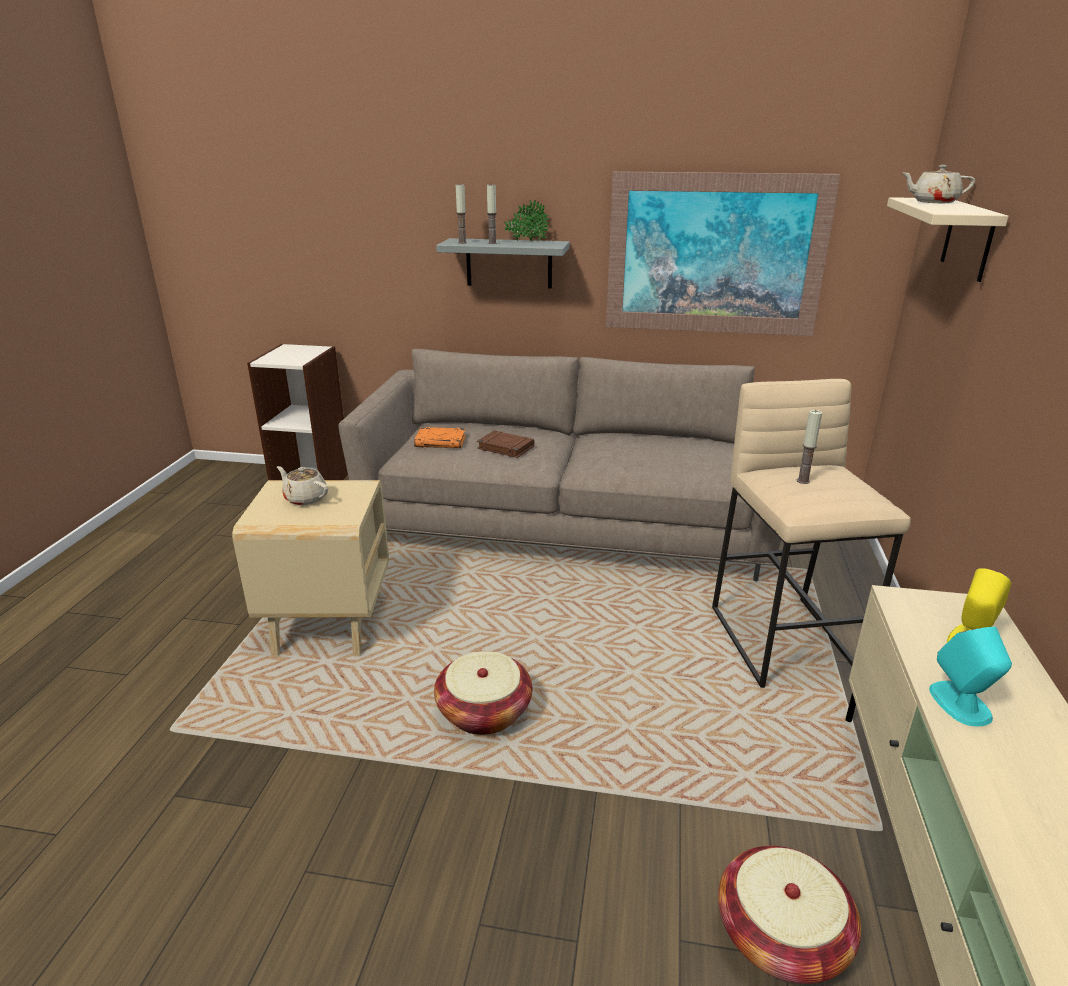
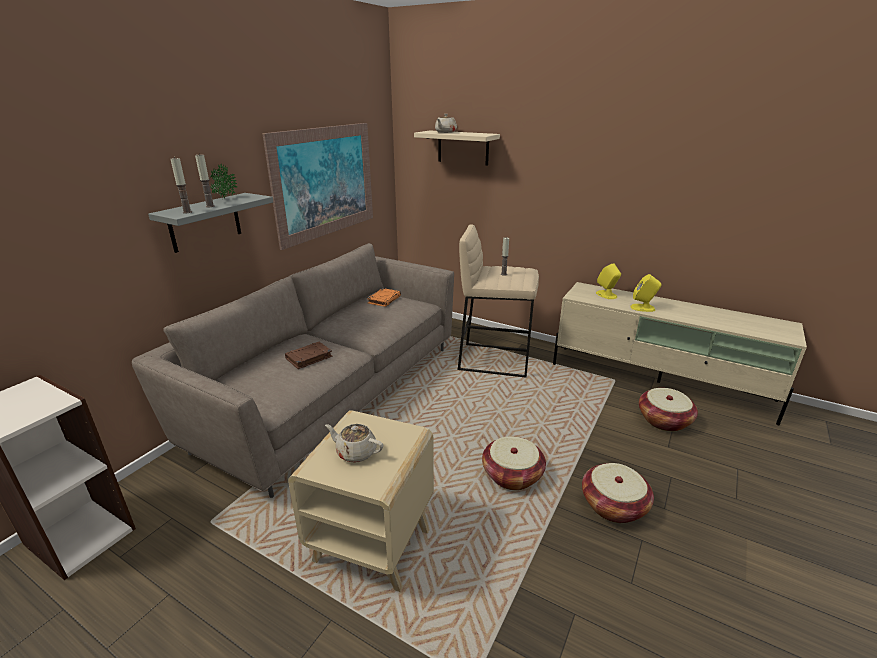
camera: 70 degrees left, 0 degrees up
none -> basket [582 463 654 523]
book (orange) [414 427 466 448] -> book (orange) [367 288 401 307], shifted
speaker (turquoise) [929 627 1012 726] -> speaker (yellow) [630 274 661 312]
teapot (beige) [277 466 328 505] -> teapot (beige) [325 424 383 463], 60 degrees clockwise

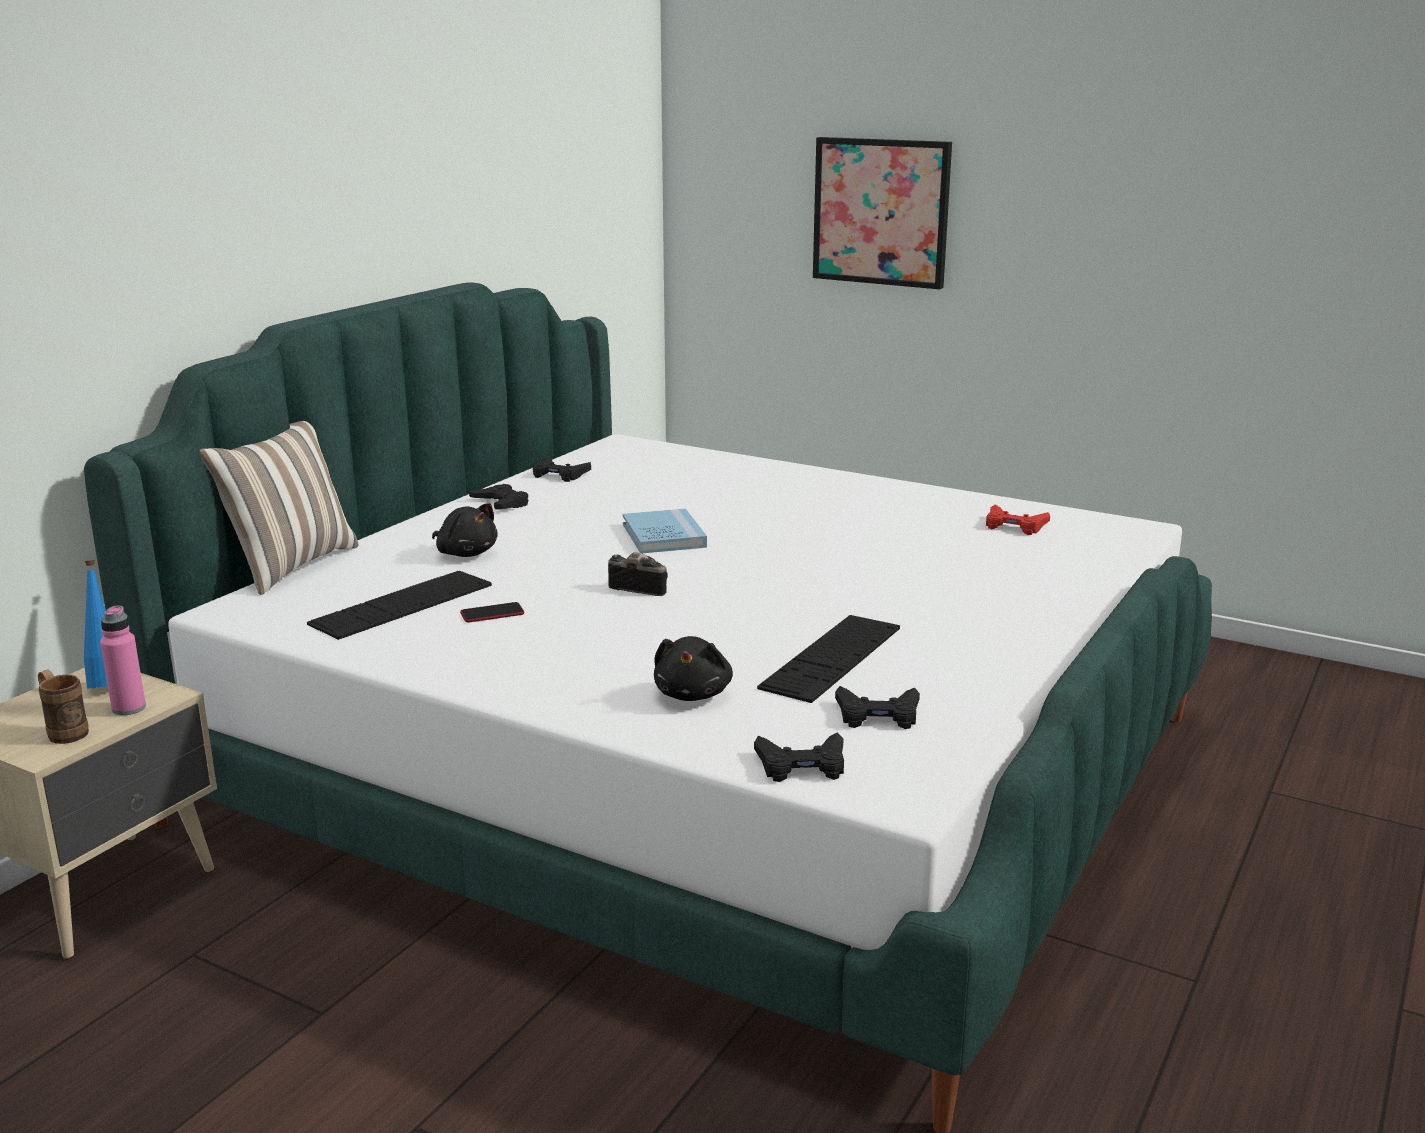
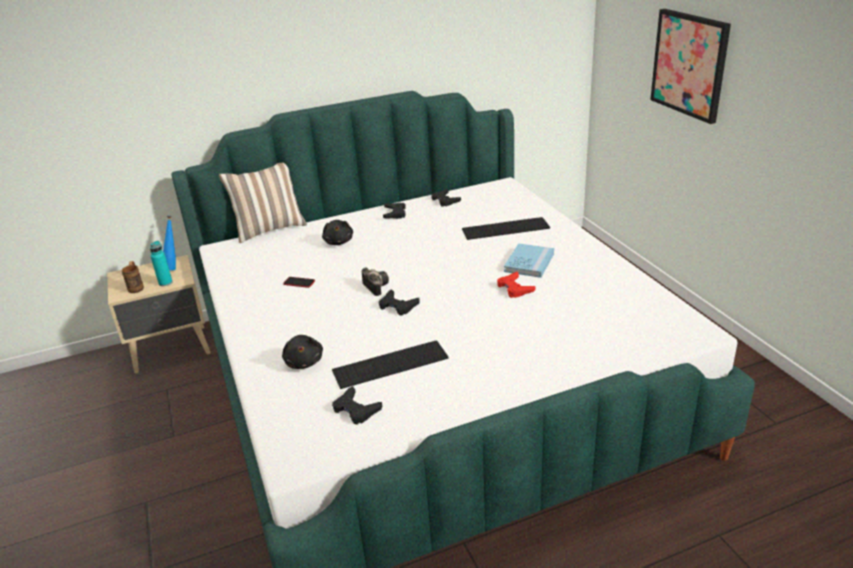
camera: 40 degrees right, 10 degrees up
keyboard [307 571 492 640] -> keyboard [462 217 550 240], shifted
book (blue) [623 508 707 553] -> book (blue) [504 243 554 278], shifted
game controller (black) [754 732 844 782] -> game controller (black) [379 289 420 315], shifted
game controller (red) [986 504 1050 535] -> game controller (red) [497 272 535 298], shifted
bottle (pink) [100 605 146 715] -> bottle (turquoise) [150 241 173 286]
plush toy (black) [654 636 733 701] -> plush toy (black) [282 335 323 369], 60 degrees counterclockwise

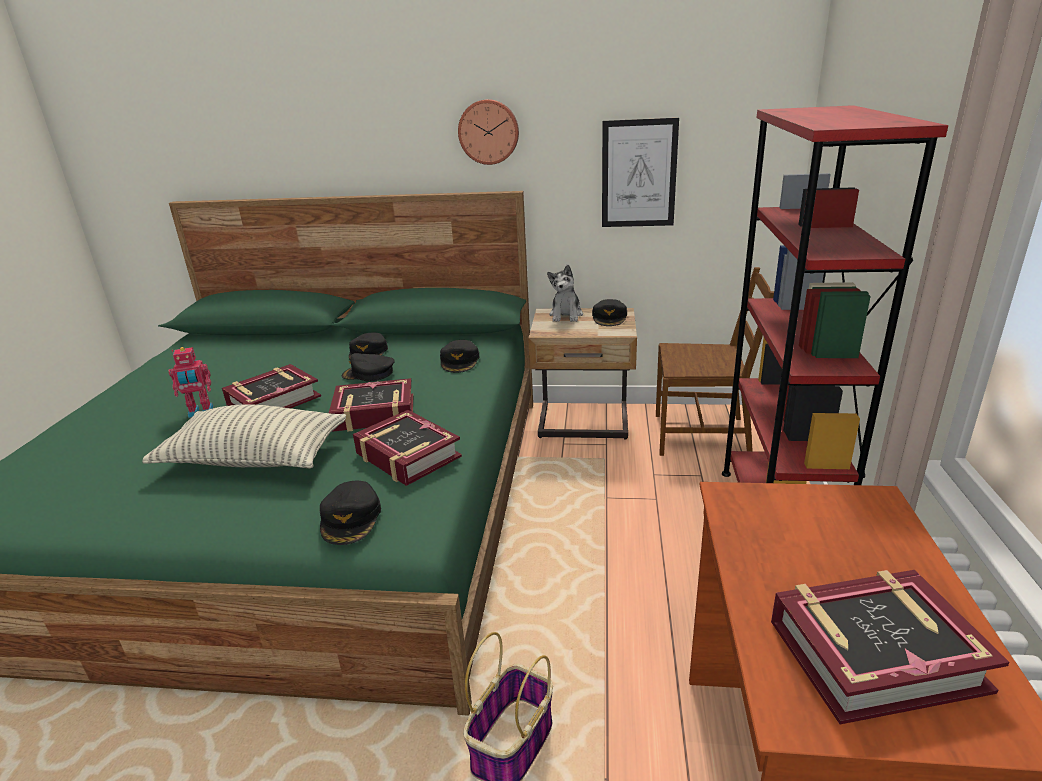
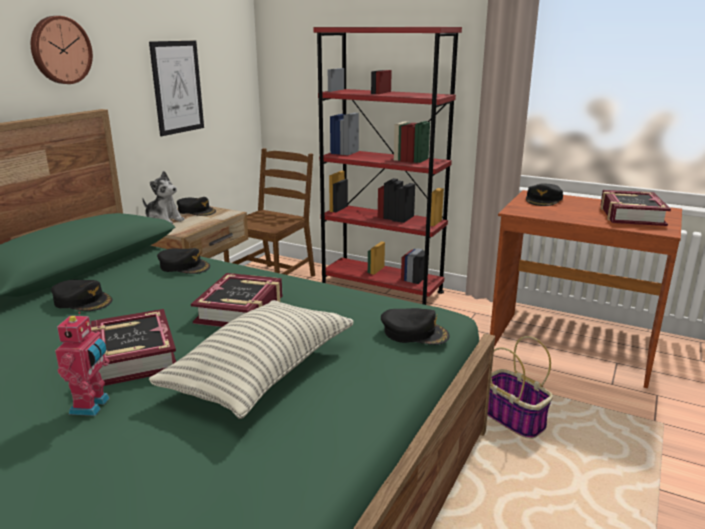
camera: 70 degrees left, 5 degrees down
book [353 410 462 486] -> none
cap (black) [342 353 395 382] -> cap (black) [526 184 563 206], shifted

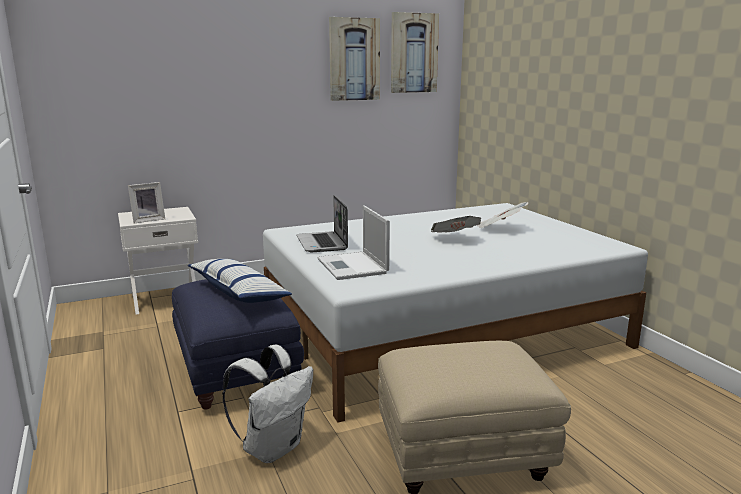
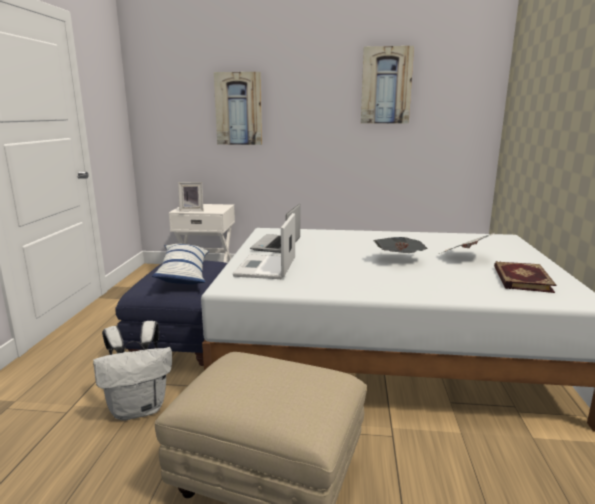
camera: 30 degrees right, 0 degrees up
none -> book [494 261 556 293]
picture [391 12 439 93] -> picture [214 72 262 145], shifted

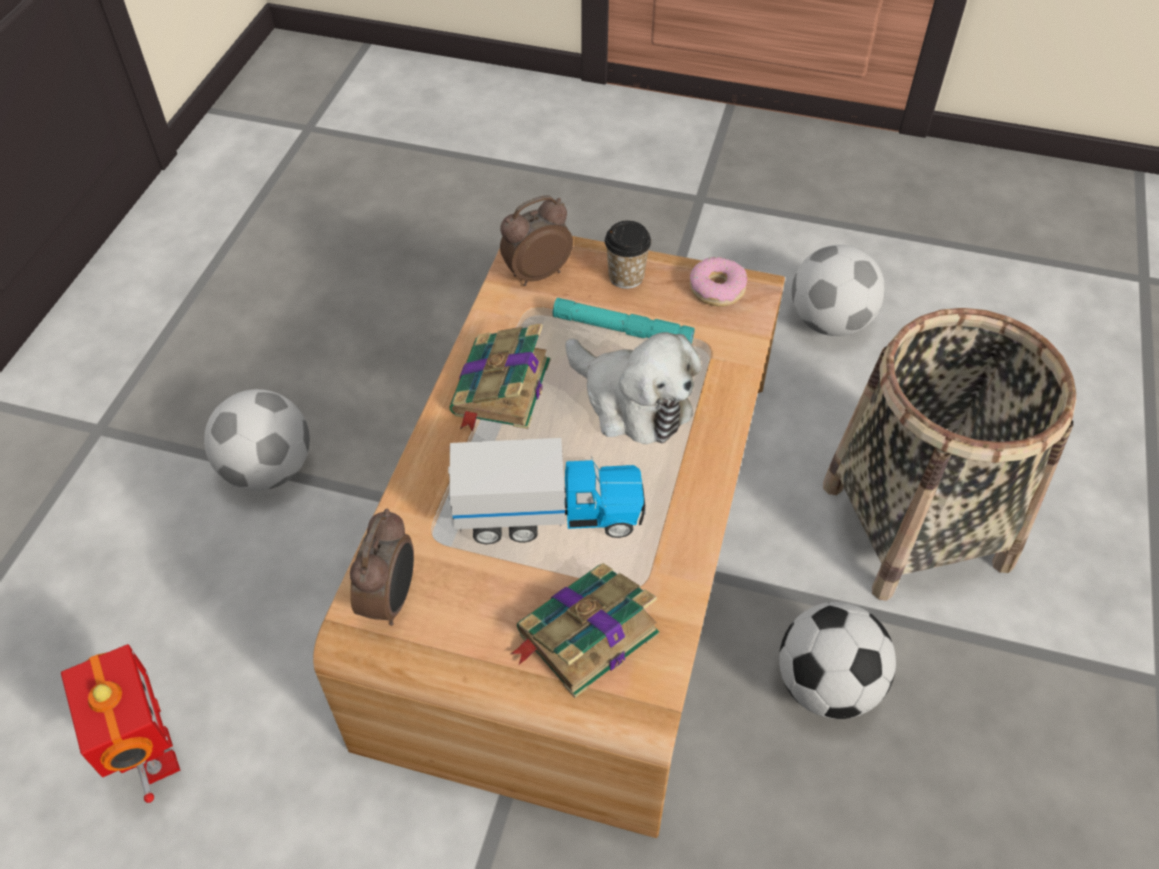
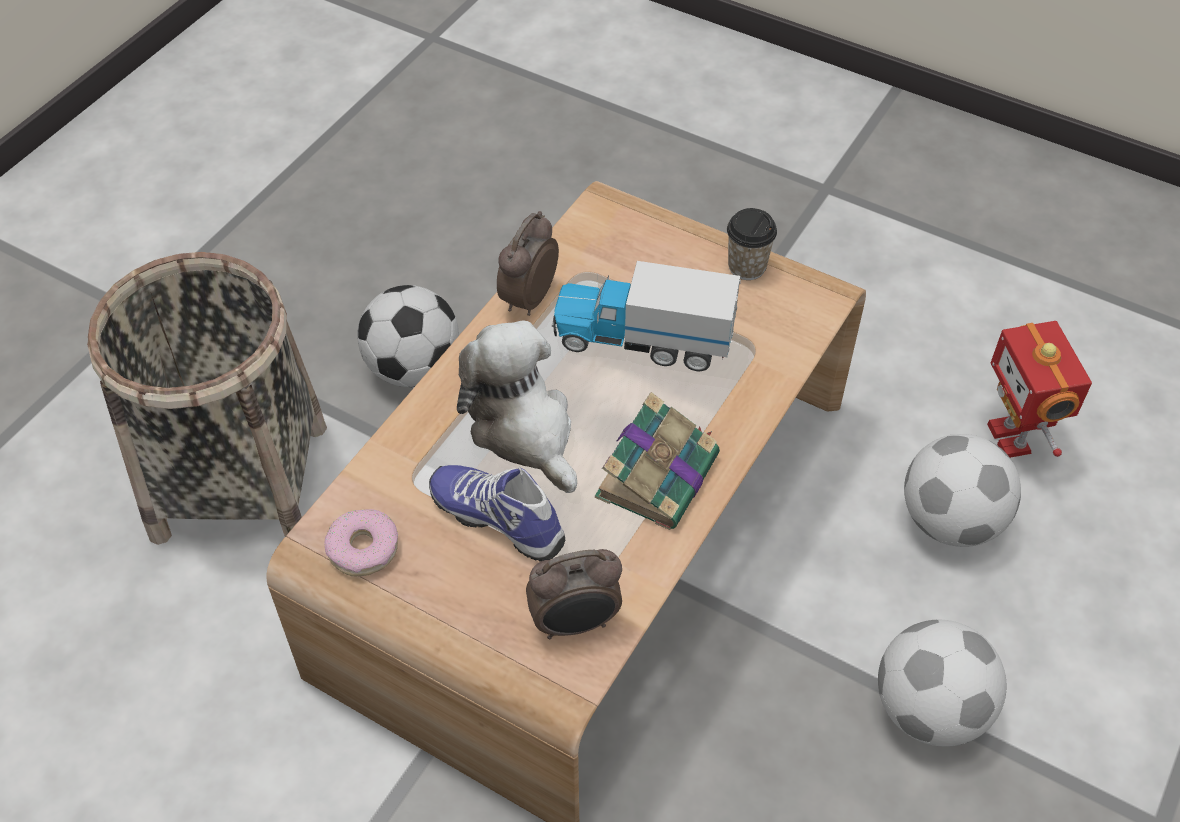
camera: 165 degrees left, 0 degrees up
book [510 563 659 698] -> none
alarm clock [350 509 414 626] -> alarm clock [497 211 559 316], shifted
cup [605 221 651 289] -> cup [727 208 777 280], shifted
football [792 245 885 336] -> football [904 434 1021 547], shifted
flashlight (turquoise) [553 298 695 344] -> shoe [429 465 565 562]

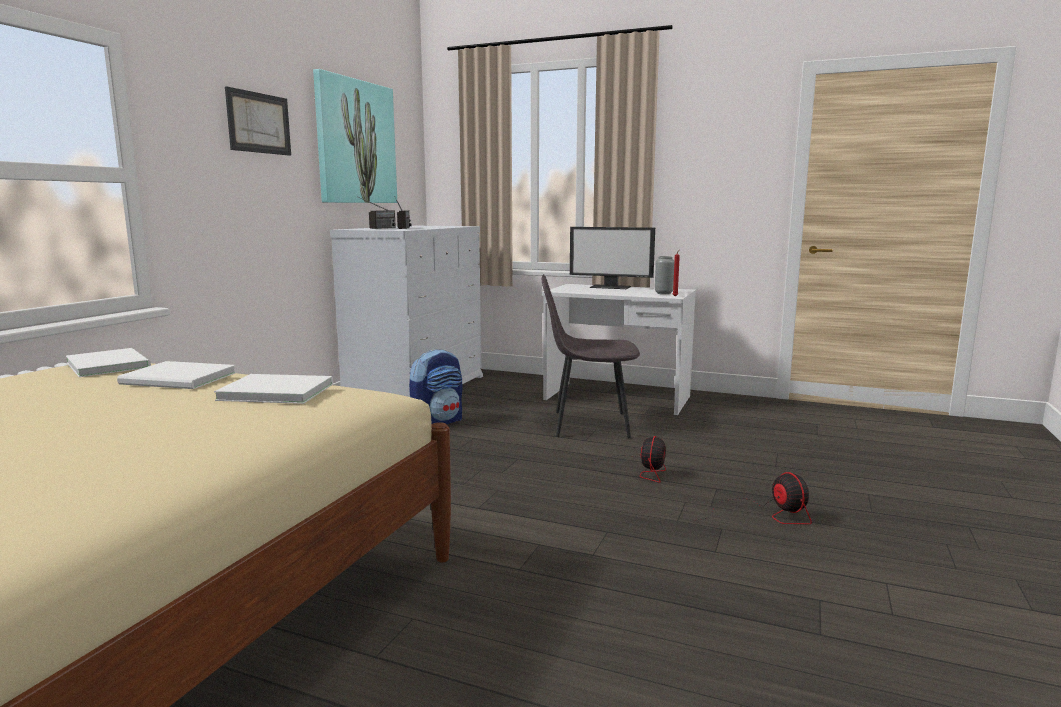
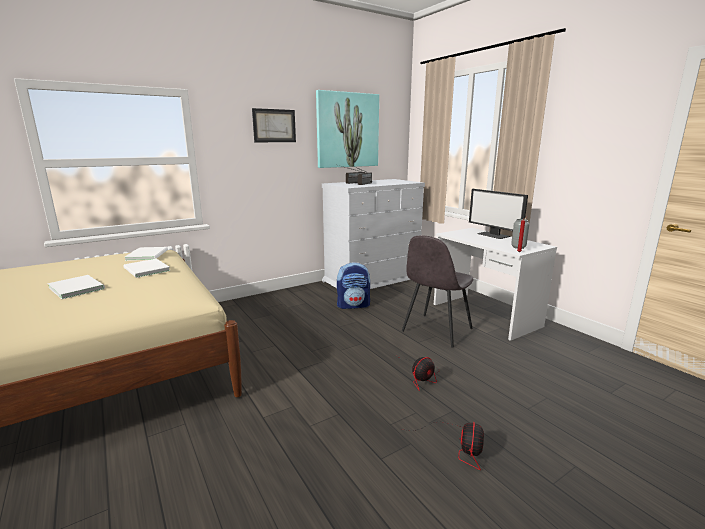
camera: 35 degrees right, 5 degrees up
book (white) [214 374 333 404] -> book (white) [48 275 105 299], shifted
chair (grey) [542 274 640 438] -> chair (grey) [402 235 474 347], 90 degrees counterclockwise

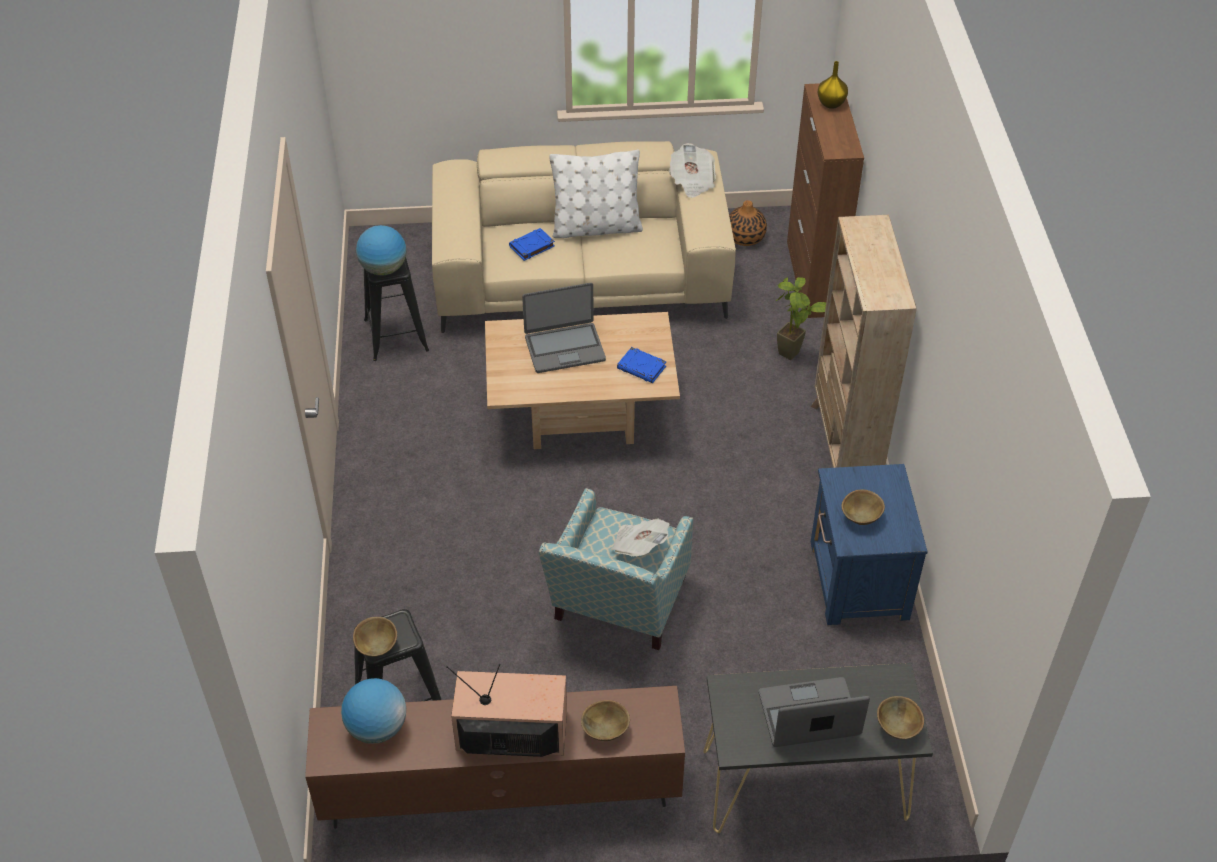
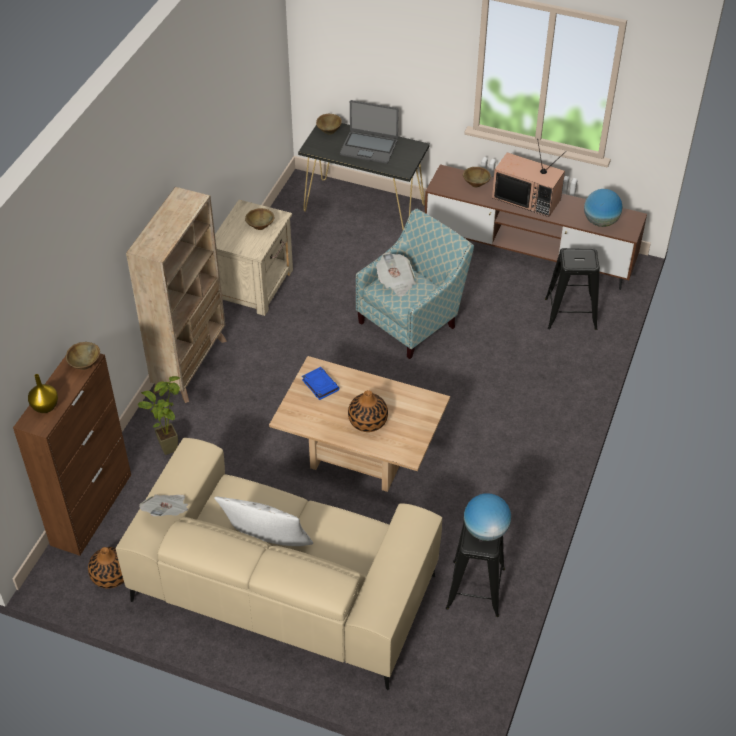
camera: 155 degrees left, 0 degrees up
book (blue) [509 228 555 261] -> none
bowl (brown) [353 617 397 657] -> bowl (brown) [66 342 100 370], shifted
laptop [522 283 606 373] -> vase [348 390 388 432]
nightstand (blue) [811 464 927 625] -> nightstand (beige) [215 200 293 316]

